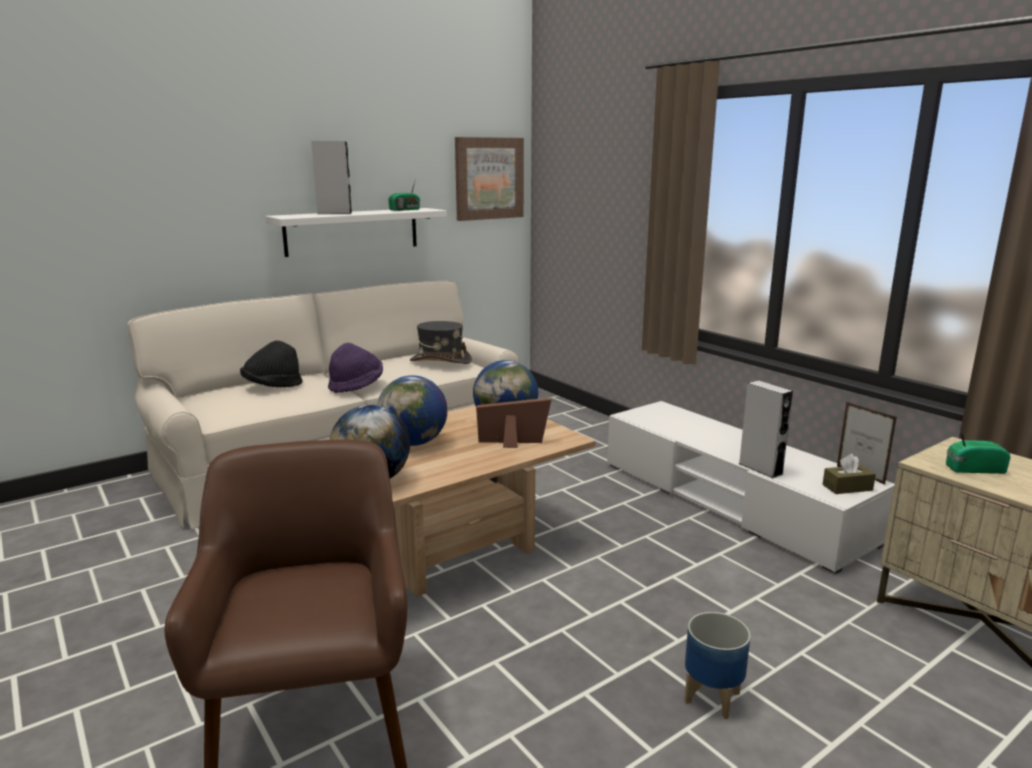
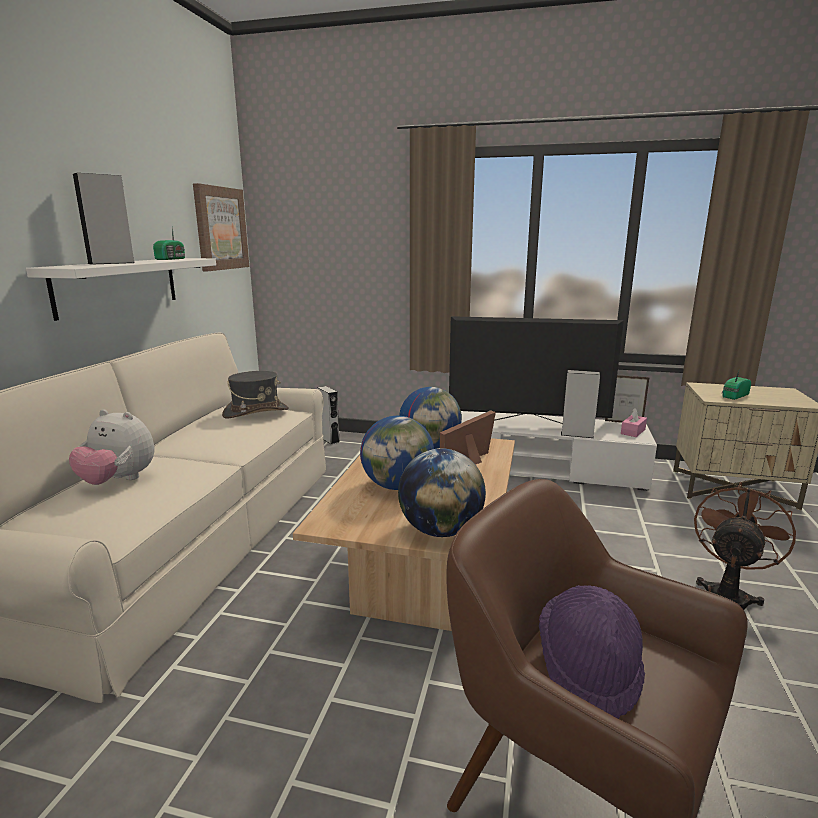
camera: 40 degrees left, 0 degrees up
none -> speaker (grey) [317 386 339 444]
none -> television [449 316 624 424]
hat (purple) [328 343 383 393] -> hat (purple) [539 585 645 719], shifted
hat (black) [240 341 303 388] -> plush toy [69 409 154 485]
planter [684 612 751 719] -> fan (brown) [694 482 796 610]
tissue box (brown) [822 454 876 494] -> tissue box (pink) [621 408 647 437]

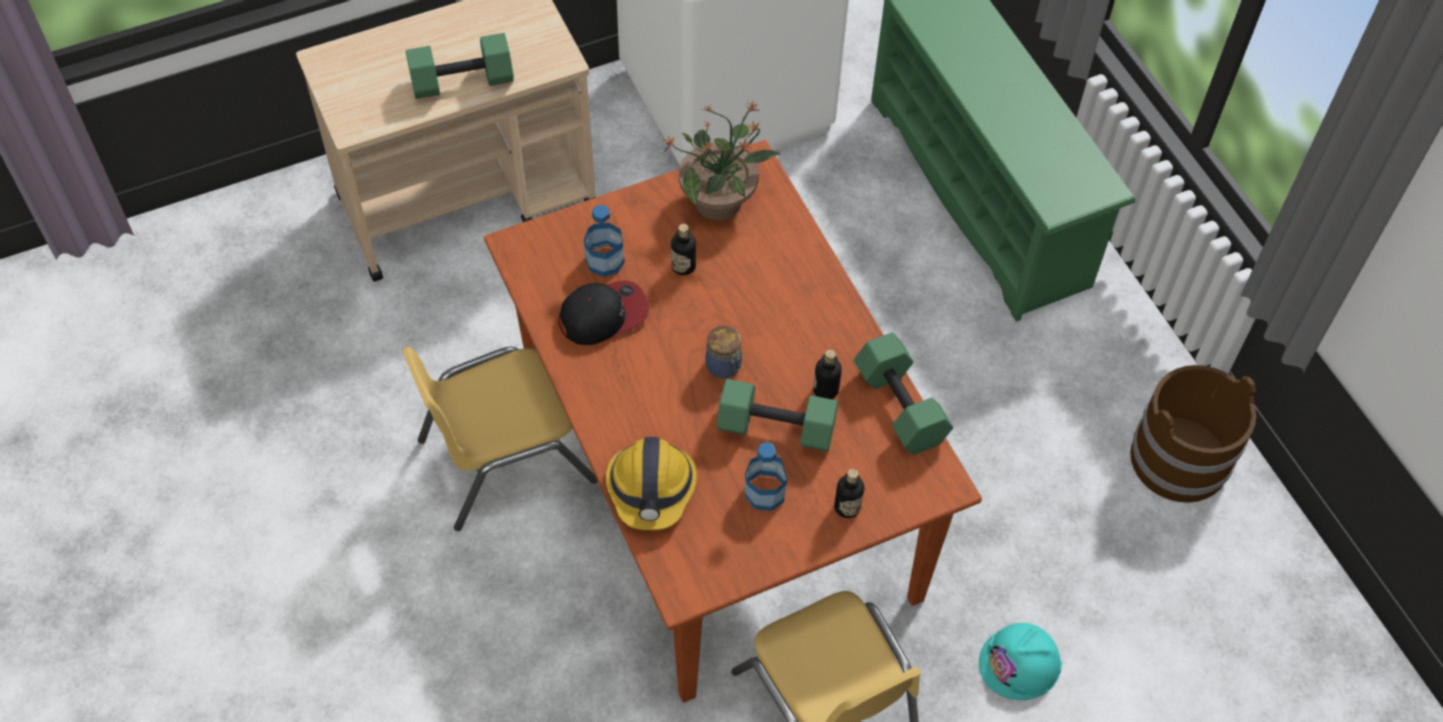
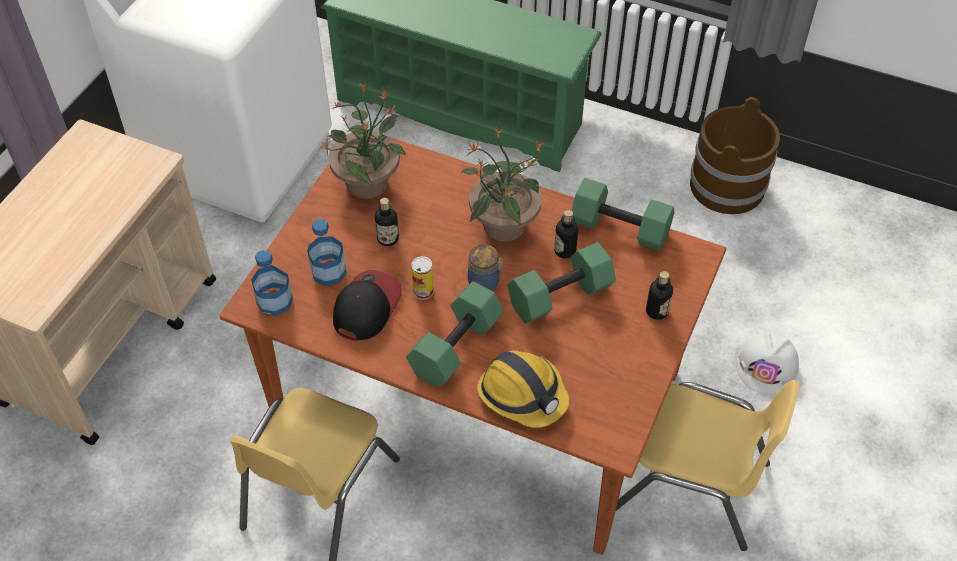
camera: 40 degrees left, 5 degrees down
none -> can [411 256 434 300]
none -> potted plant [460 128 544 242]
dumbbell (green) [406 33 514 99] -> dumbbell (green) [406 281 504 388], shifted
bottle [745 442 788 511] -> bottle [251 250 293 316], shifted
hard hat (turquoise) [979 623 1062 700] -> hard hat (white) [736 332 799 394]

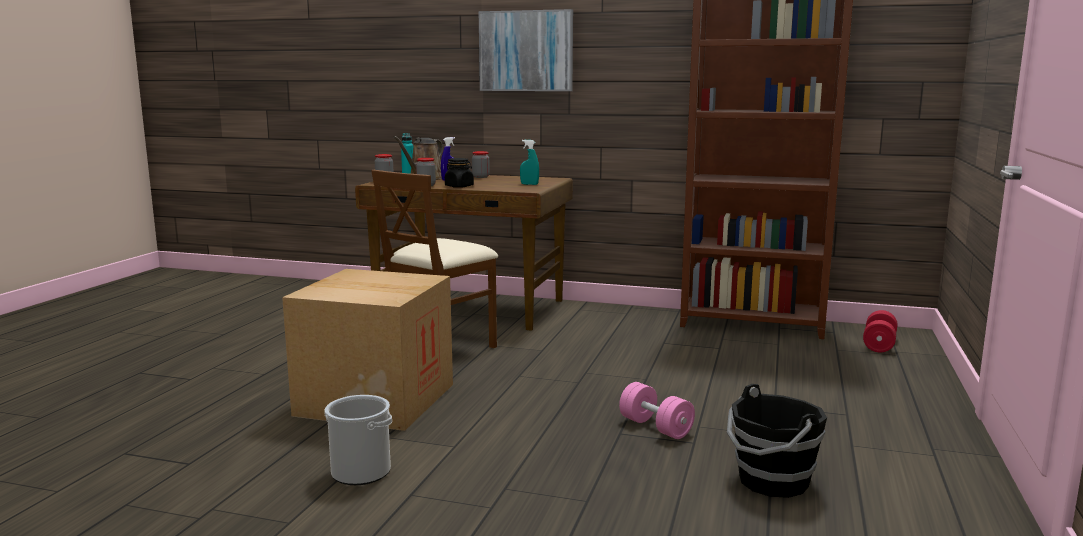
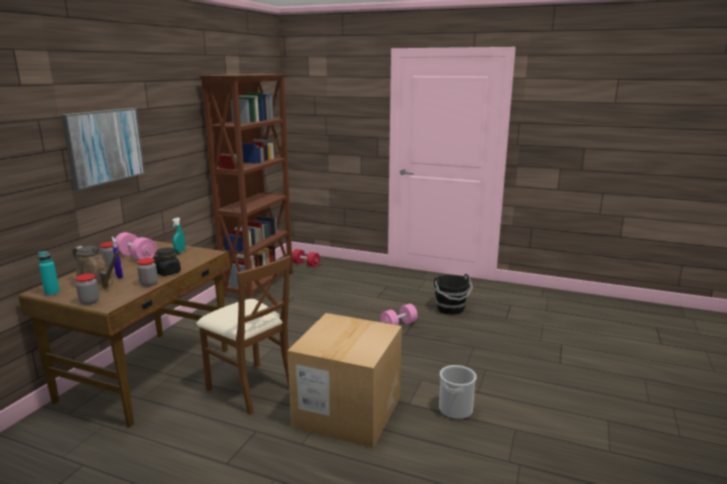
camera: 85 degrees left, 5 degrees up
none -> dumbbell (pink) [115 232 157 260]

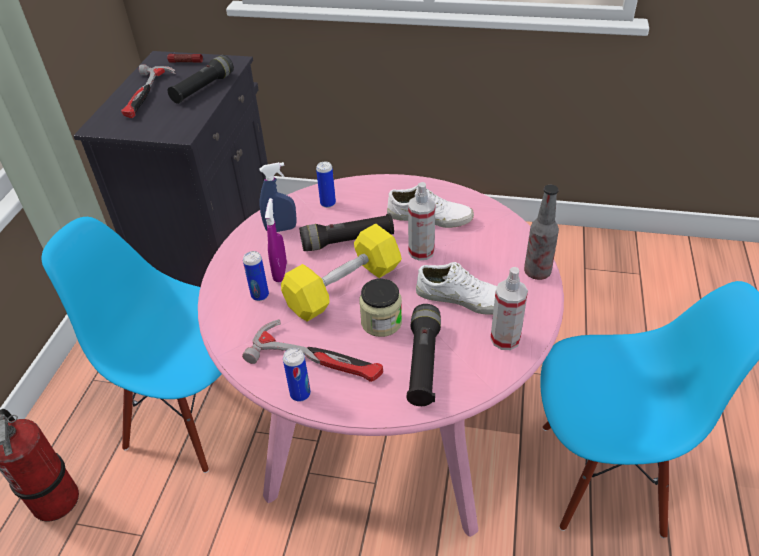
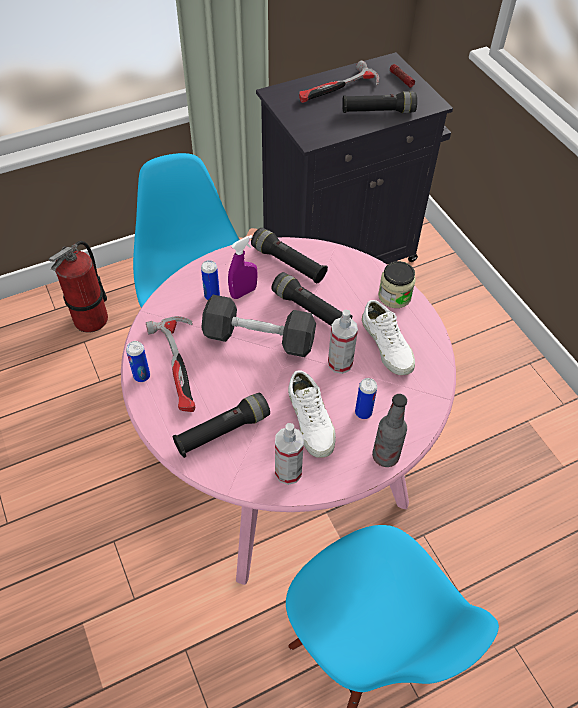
camera: 50 degrees right, 10 degrees up
can [316 162 336 208] -> can [355 378 377 419], shifted
jar [359 278 402 337] -> jar [378 261 416 308], shifted
spray bottle (blue) [259 162 297 232] -> flashlight (black) [251 228 328 283]
dumbbell (yellow) [281 223 402 322] -> dumbbell (grey) [201 295 316 357]

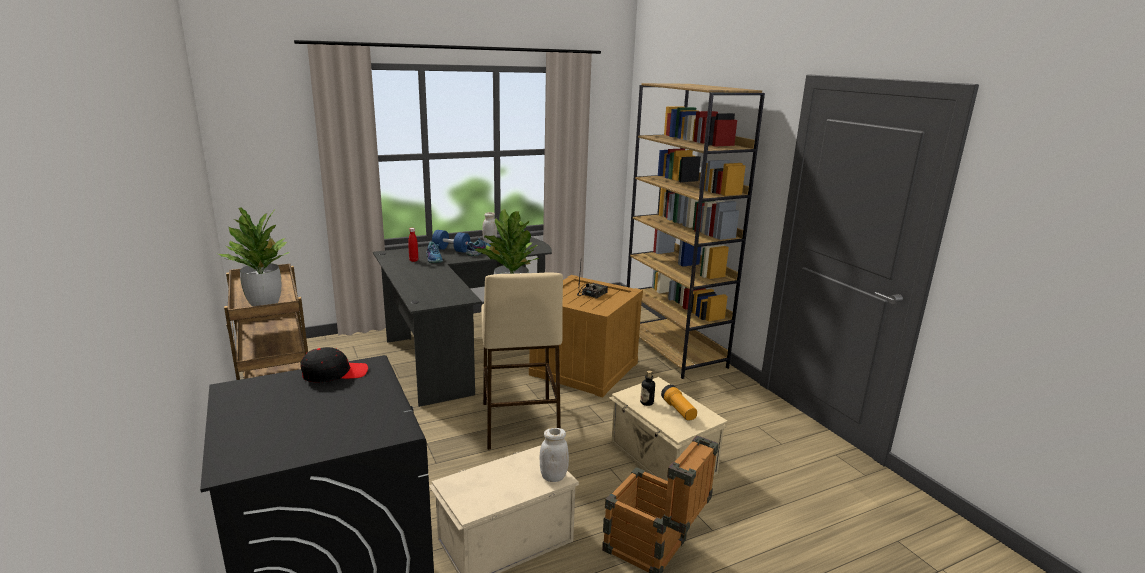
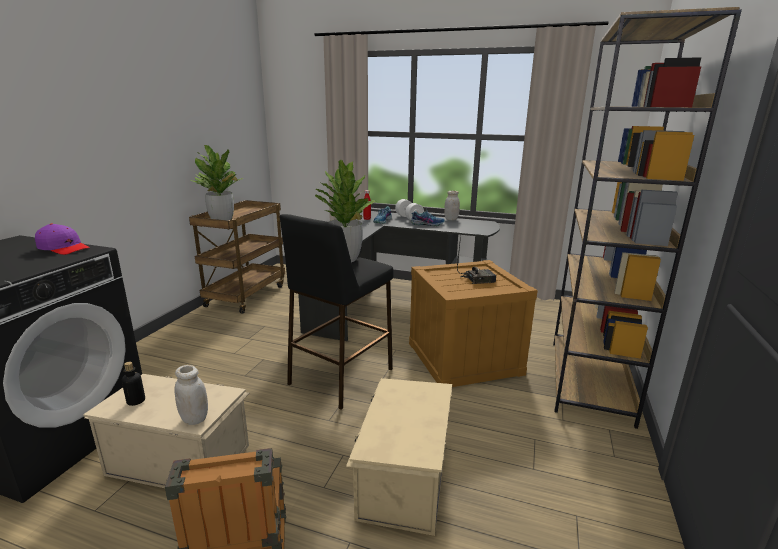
camera: 45 degrees right, 0 degrees up
flashlight [661 384 697 421] -> none
bottle [640 370 655 406] -> bottle [122 362 145 406], shifted
cap (black) [300 347 368 382] -> cap (purple) [35 223 90 255]
dumbbell (blue) [432 230 470 253] -> dumbbell (white) [395 199 424 220]
stool (beige) [481 272 563 450] -> stool (black) [280 214 394 410]

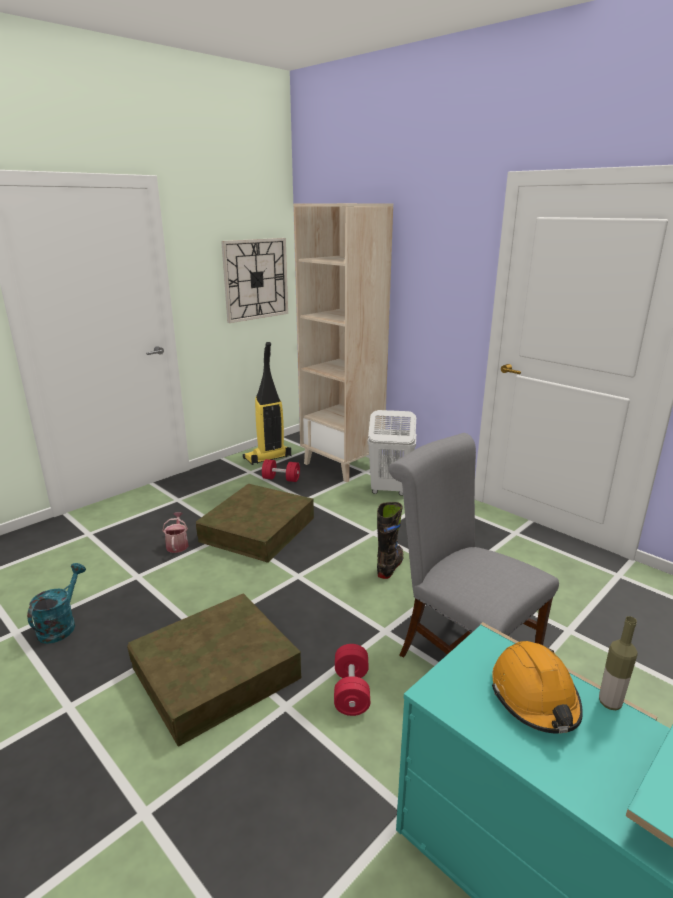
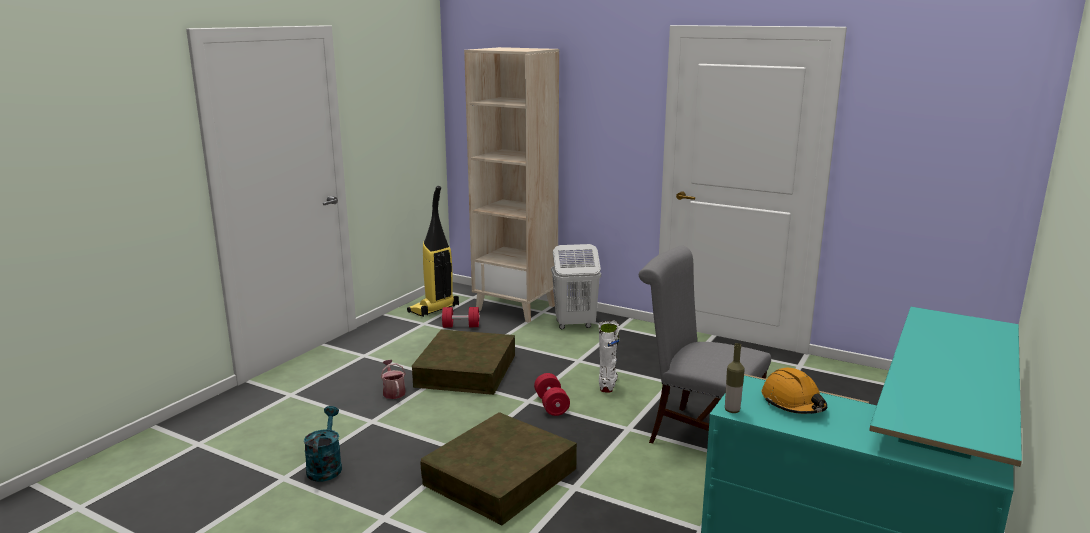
camera: 15 degrees left, 5 degrees down
wall clock [221 238 288 323] -> none
dumbbell (red) [334 644 370 716] -> dumbbell (red) [534 373 570 416], shifted
bottle [599 616 638 710] -> bottle [725 343 745 413], shifted
boot (black) [377 502 403 579] -> boot (white) [599 320 619 393]

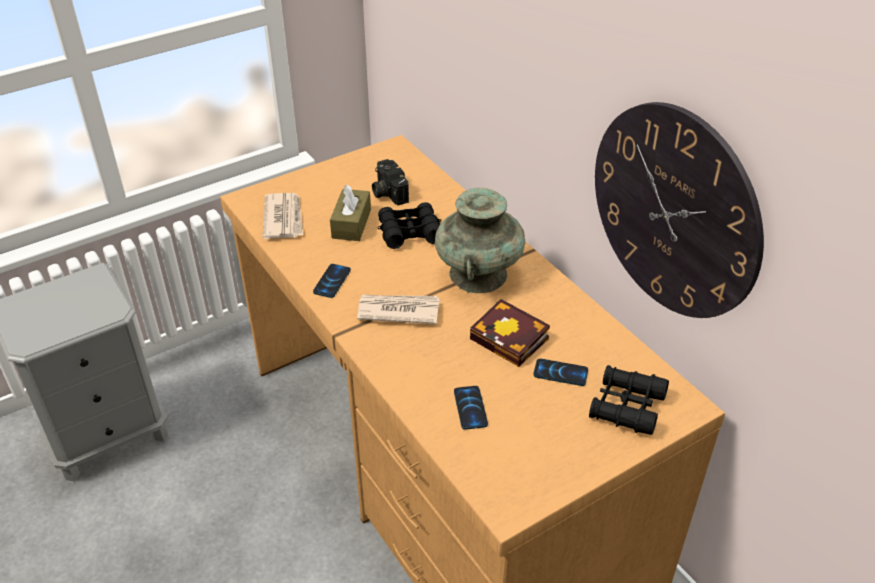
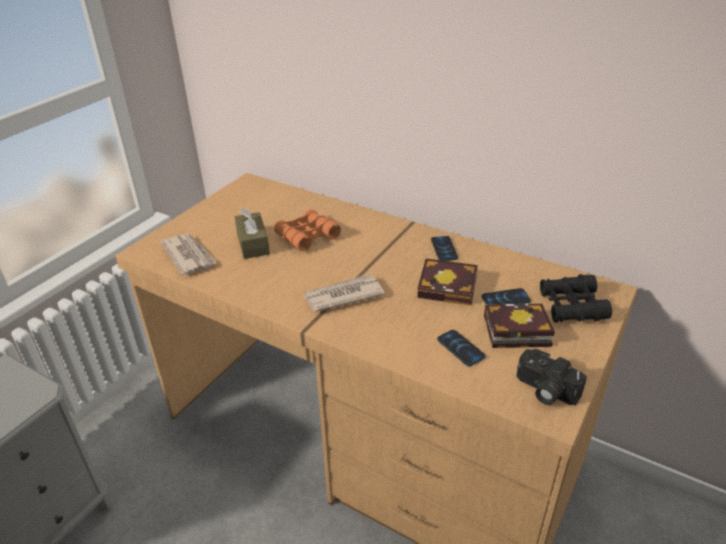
camera: 25 degrees left, 5 degrees down
vase (turquoise) [435 188 525 293] -> none
wall clock [595 102 764 318] -> none
none -> book [484 303 555 348]
phone [313 264 351 298] -> phone [431 236 458 261], shifted
photo camera [372 159 409 205] -> photo camera [516 349 587 405], shifted
binoculars (black) [378 202 442 249] -> binoculars (orange) [274 209 341 251]

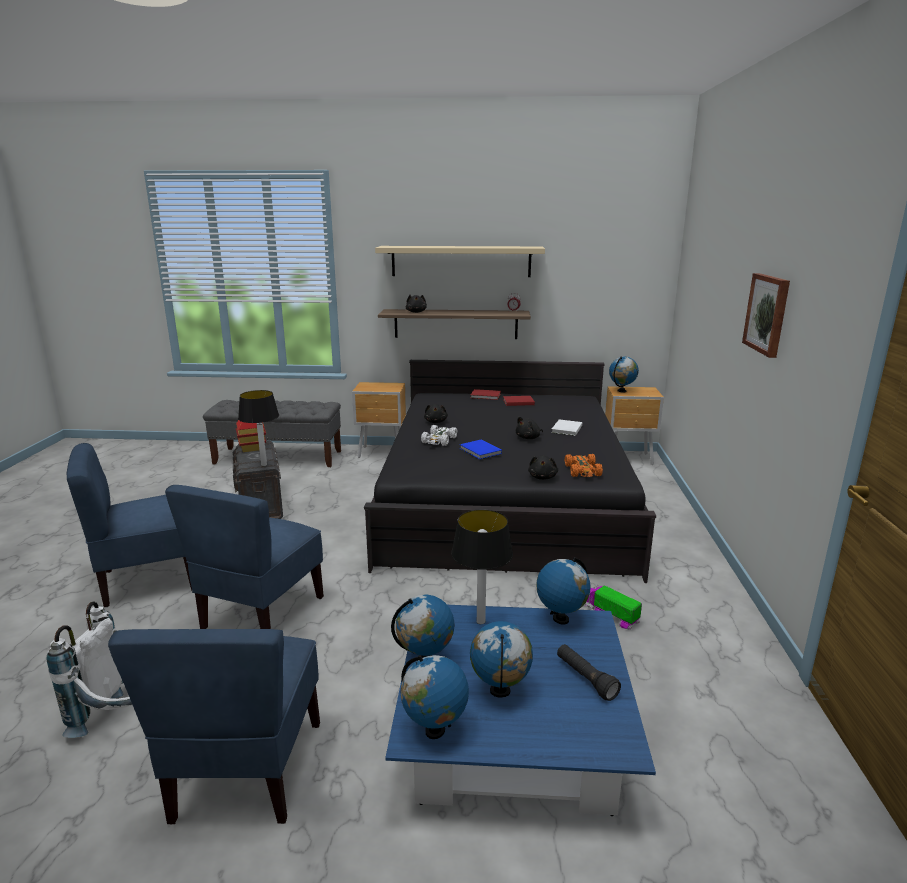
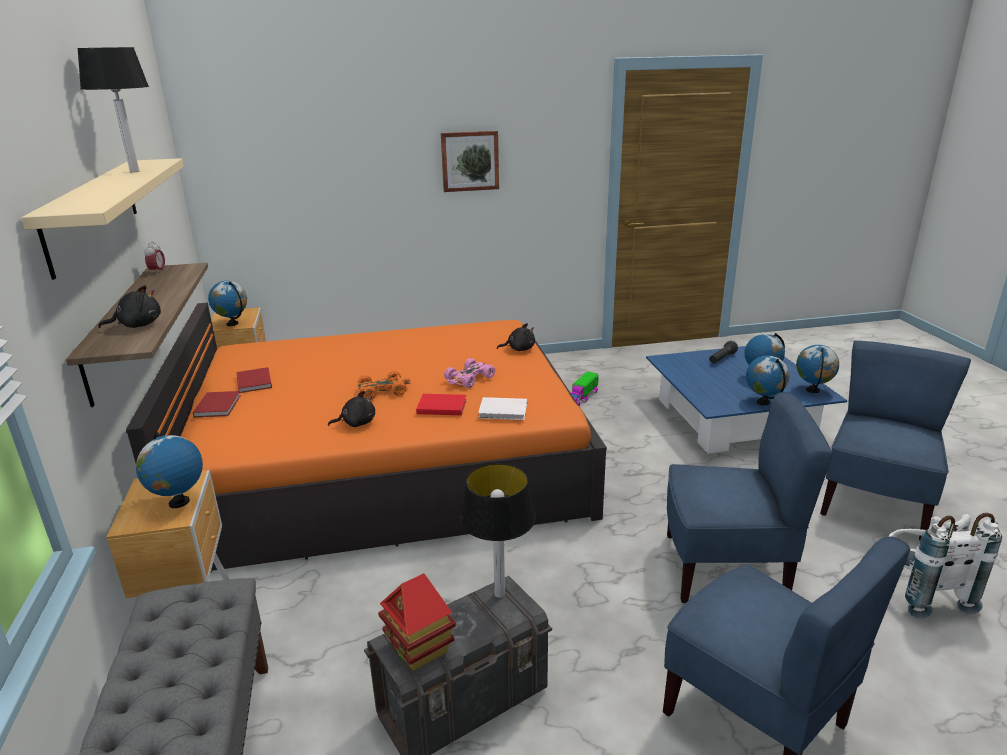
camera: 105 degrees left, 5 degrees up
plush toy (black) [516 417 543 439] -> none
table lamp [451 509 513 624] -> table lamp [77 47 149 172], shifted
globe [536 557 591 625] -> globe [136 432 203 508], shifted
book (white) [551 419 582 436] -> book (white) [478 397 527 420], shifted
toy car (orange) [565 454 603 477] -> toy car (orange) [357 371 411 400], shifted
toy car (white) [421 425 457 446] -> book (red) [416 394 466 415]
book (blue) [460 440 502 459] -> toy car (pink) [444 358 495 388]
bed (black) [364 360 656 583] -> bed (orange) [126 303 607 573]
chair (blue) [108 629 320 825] -> chair (blue) [820 341 971 541], 45 degrees counterclockwise

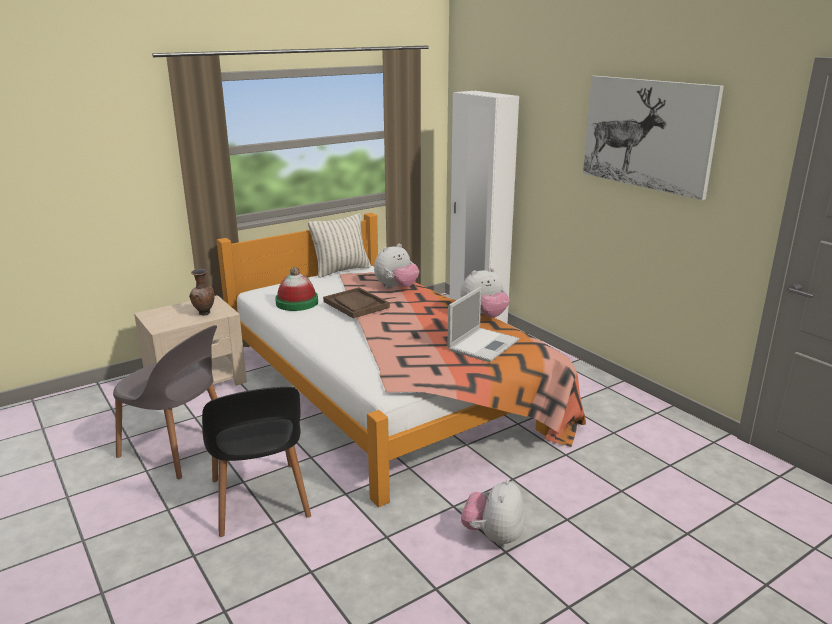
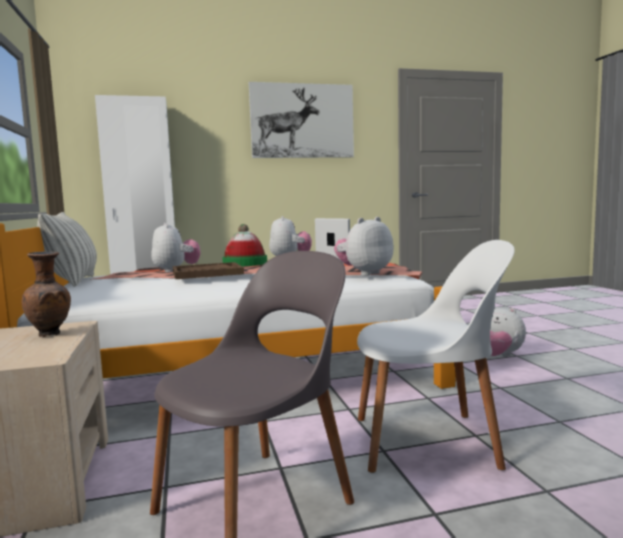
camera: 70 degrees left, 15 degrees down
none -> plush toy [334 217 394 276]
hat [275 267 318 311] -> hat [222 224 267 266], shifted
chair (black) [202 387 311 537] -> chair (white) [357 240 515 473]

